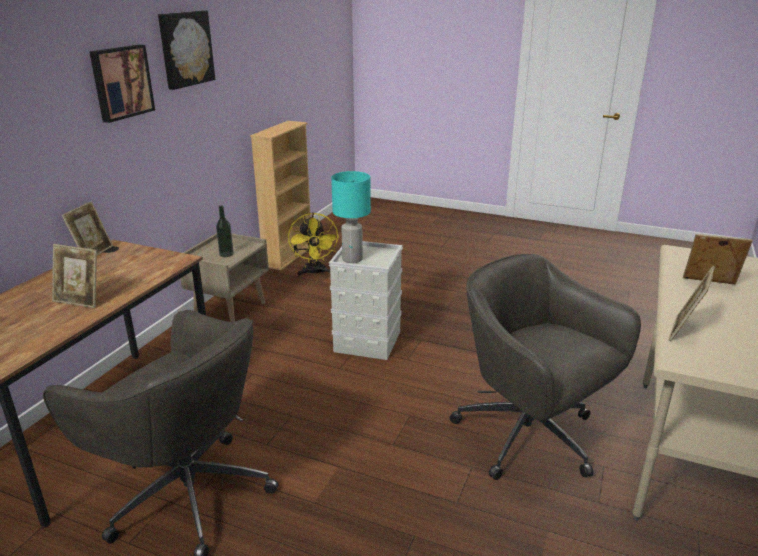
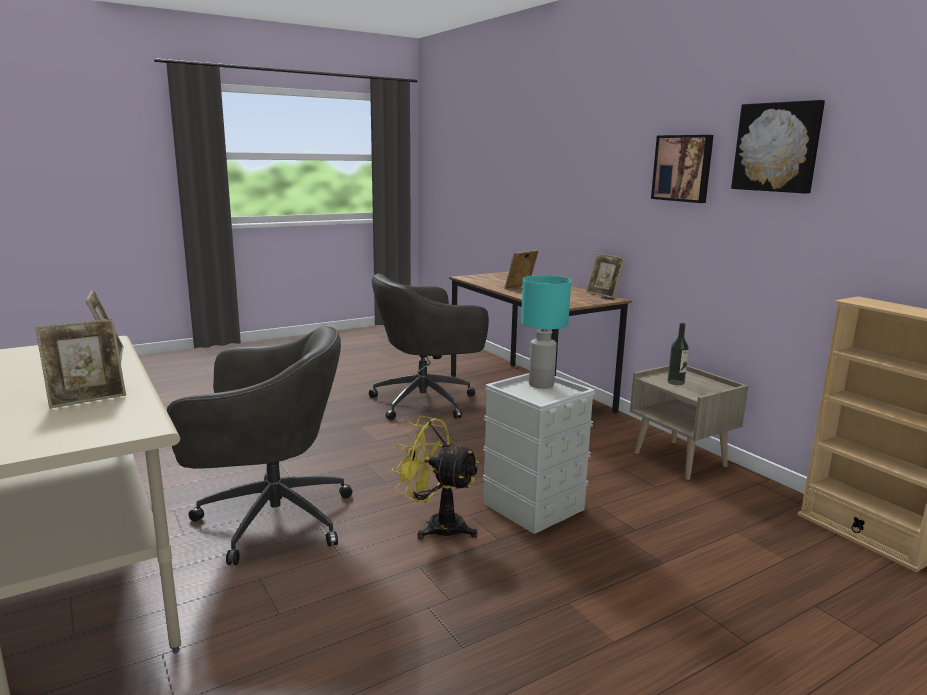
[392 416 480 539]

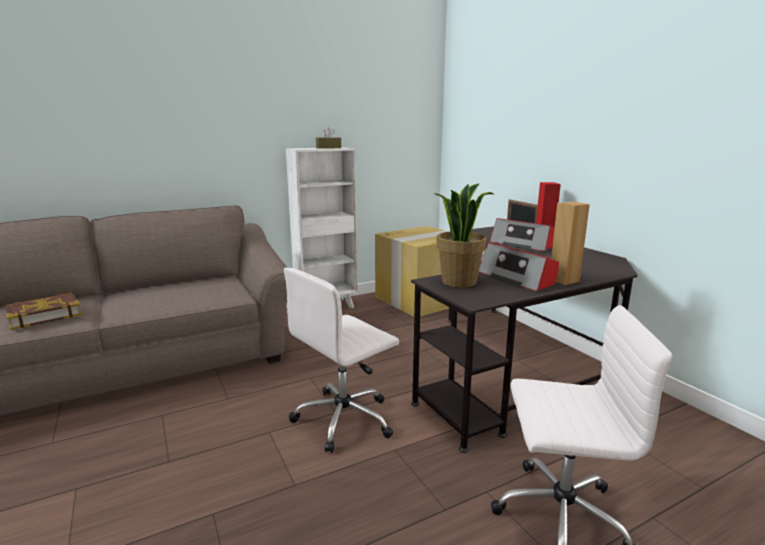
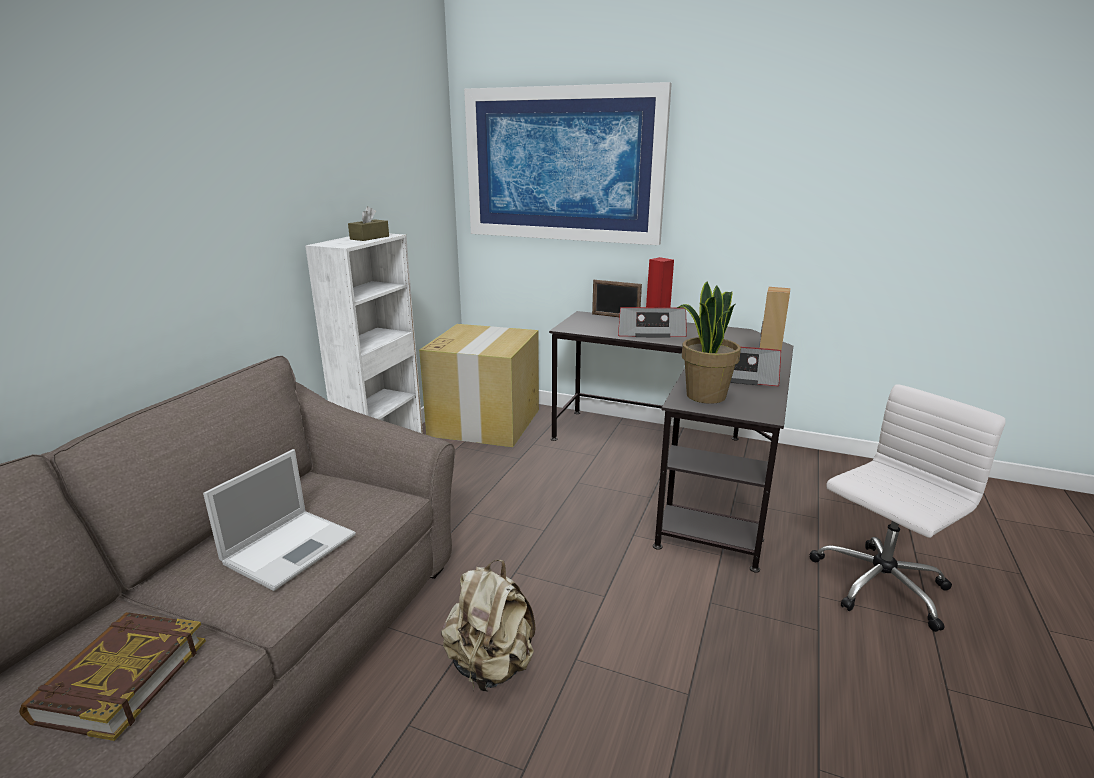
[284 268 399 453] (first image)
[203 449 356 591]
[441 560 536 692]
[464 82 672 245]

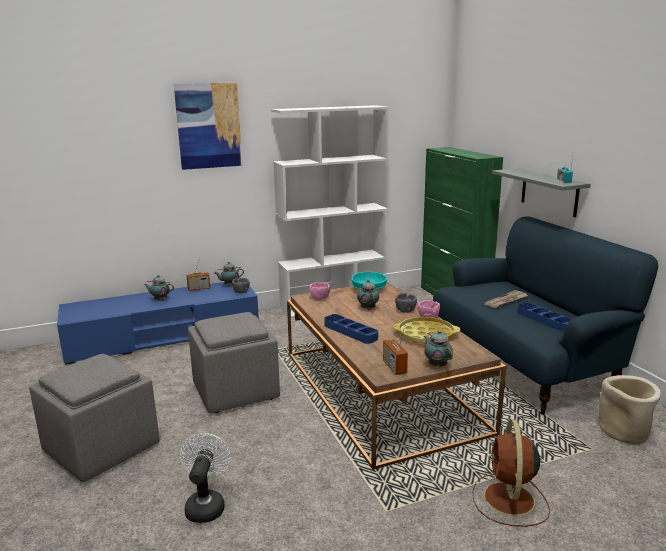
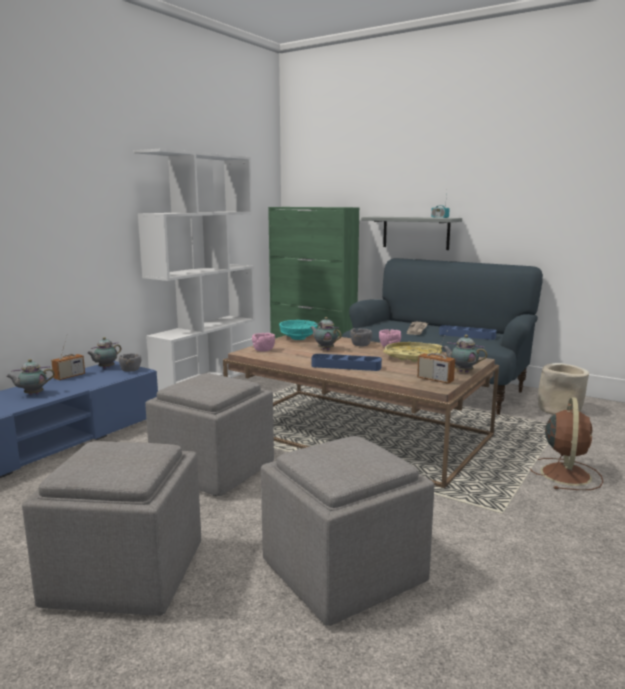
[174 83 242 170] (first image)
[261 436 434 626]
[530 397 603 490]

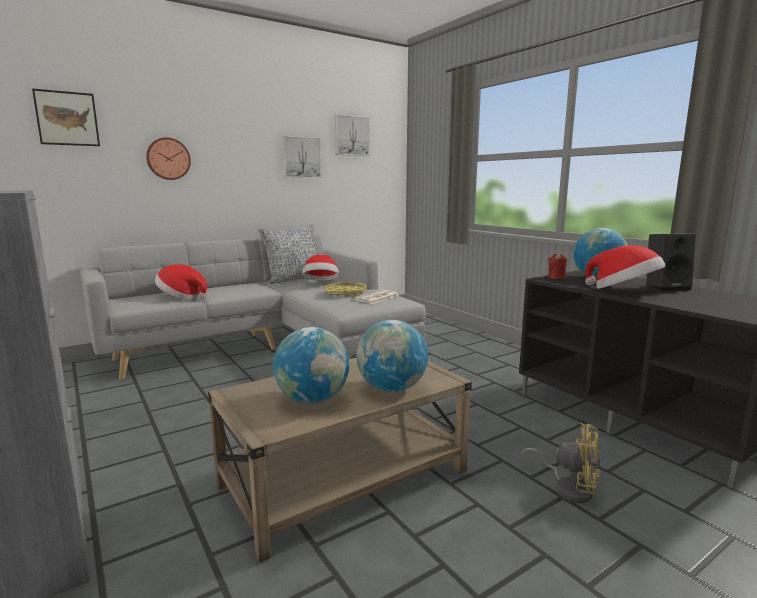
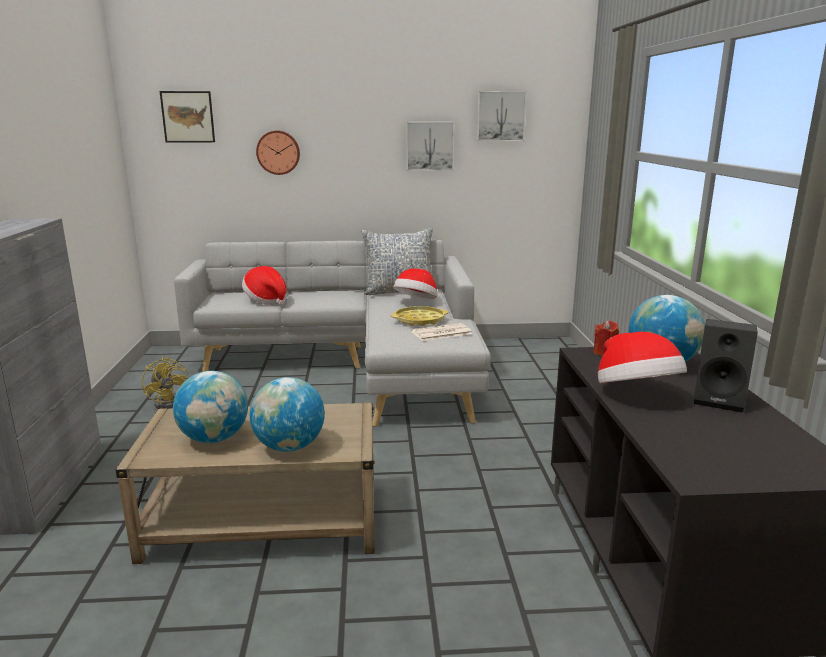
[142 357 188 409]

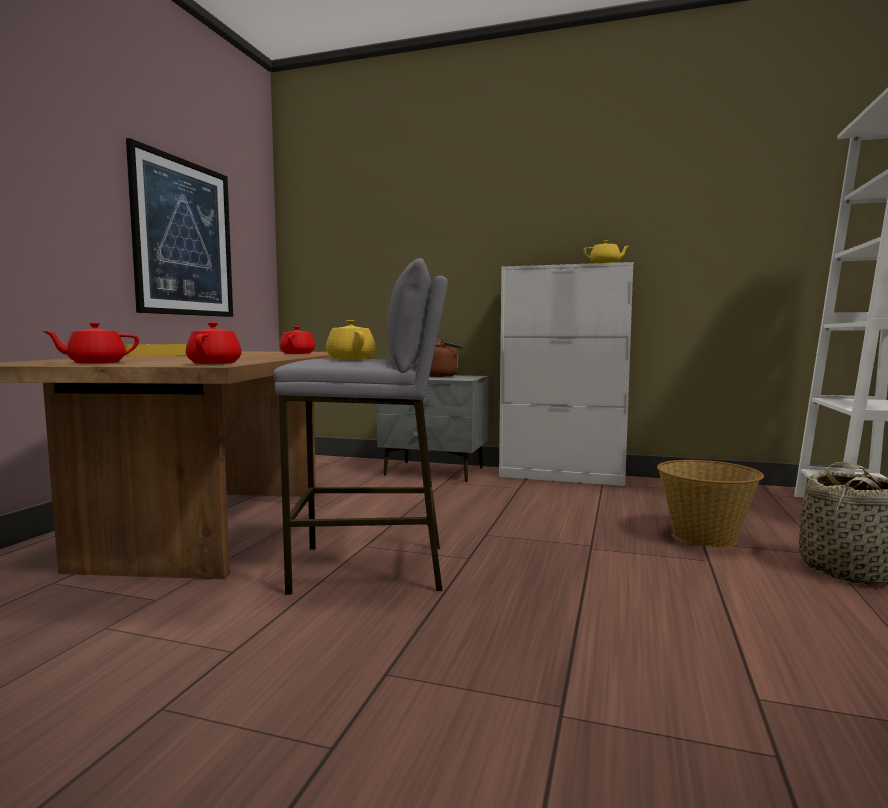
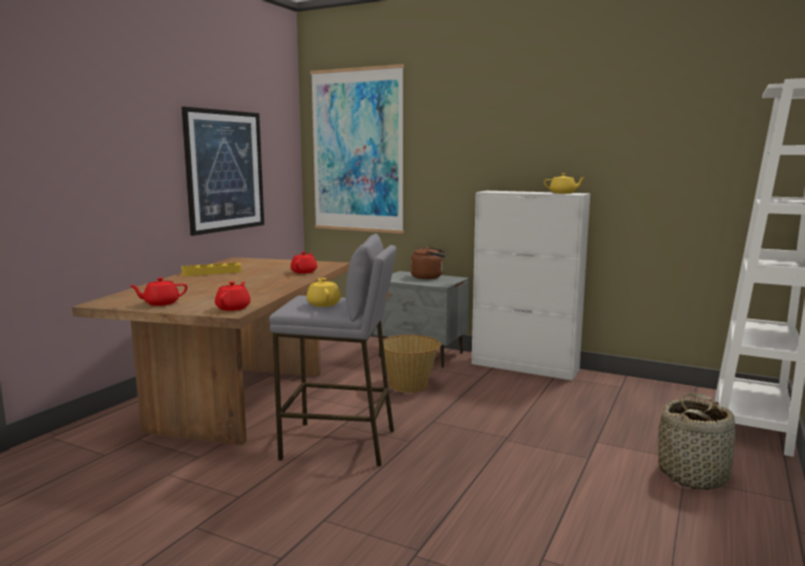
[310 64 404 234]
[378 335 441 393]

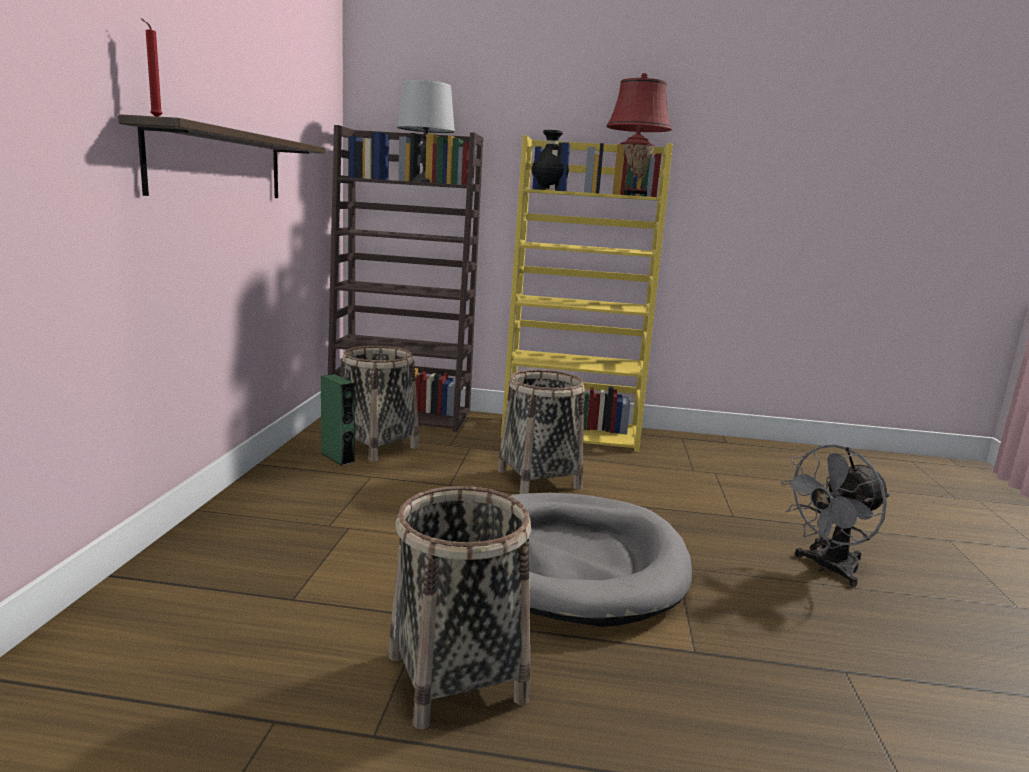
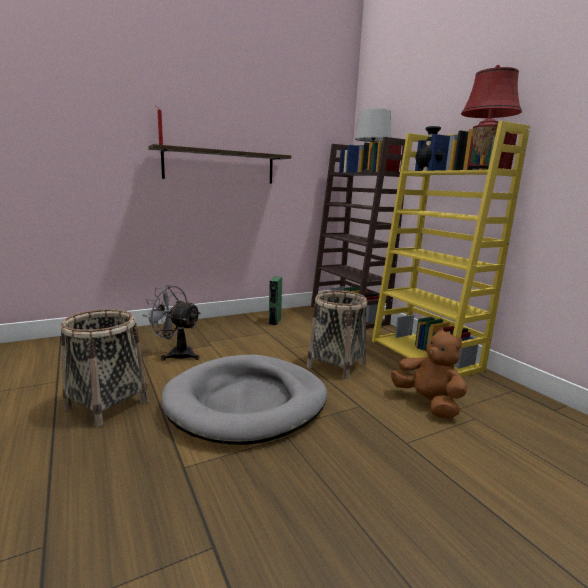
[340 346 419 462] (first image)
[391 327 467 419]
[142 285 201 360]

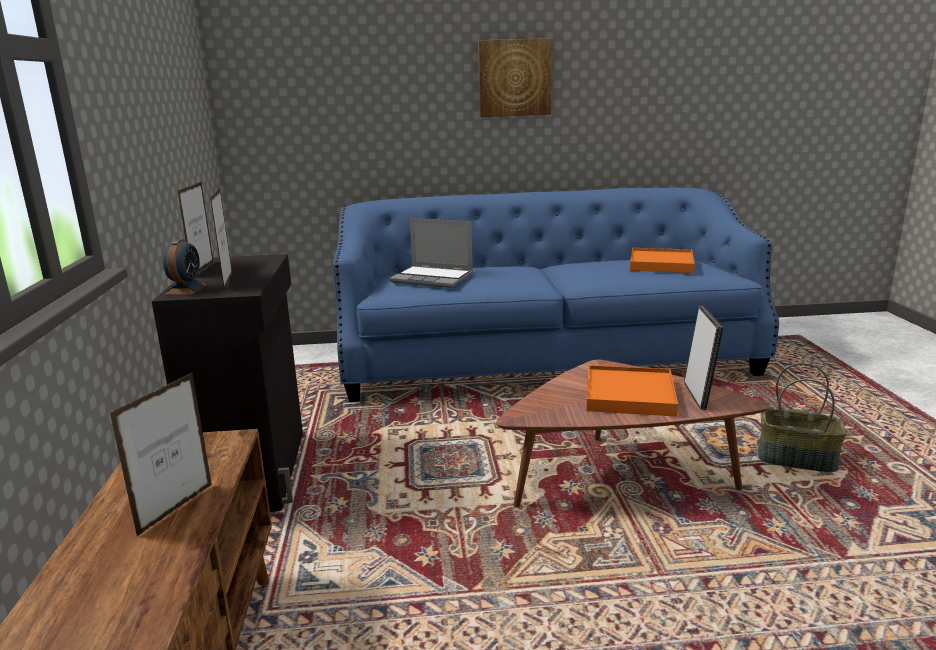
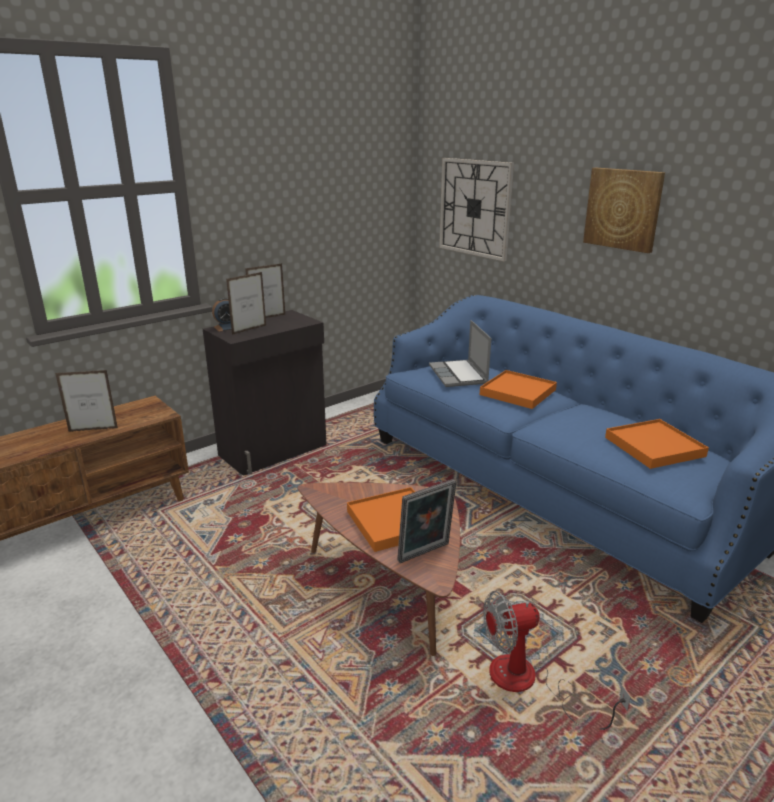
[439 158 514 261]
[480 370 557 409]
[483 591 631 730]

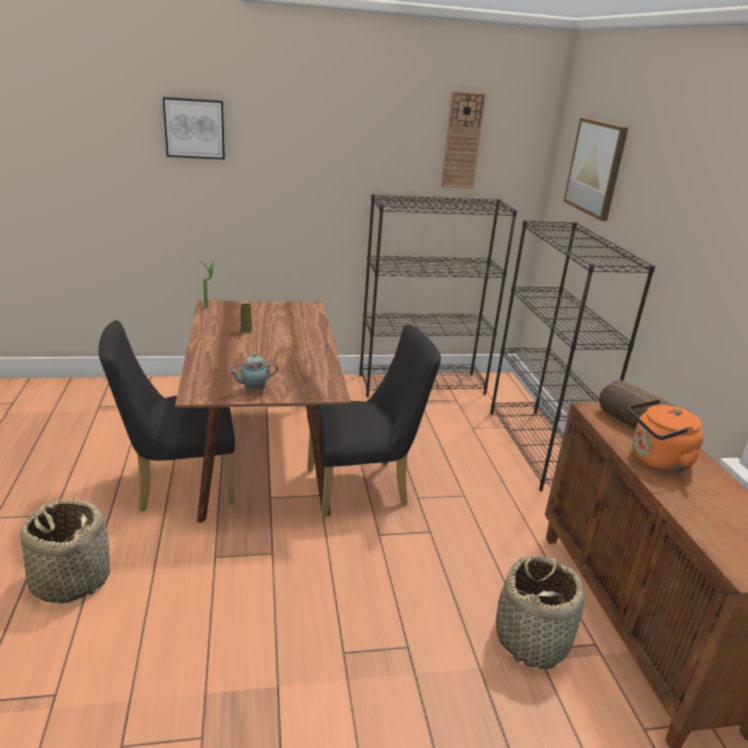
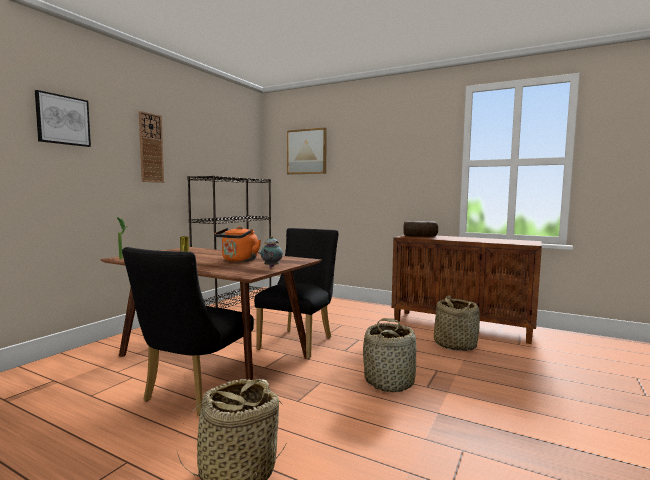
[490 220 655 491] (first image)
[363 318 417 392]
[139 111 164 183]
[215 226 261 262]

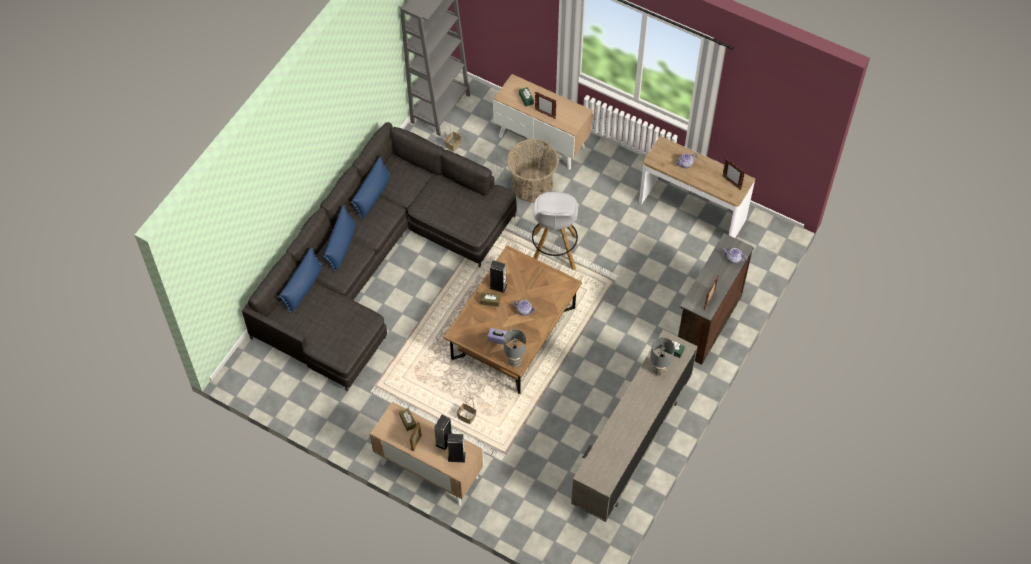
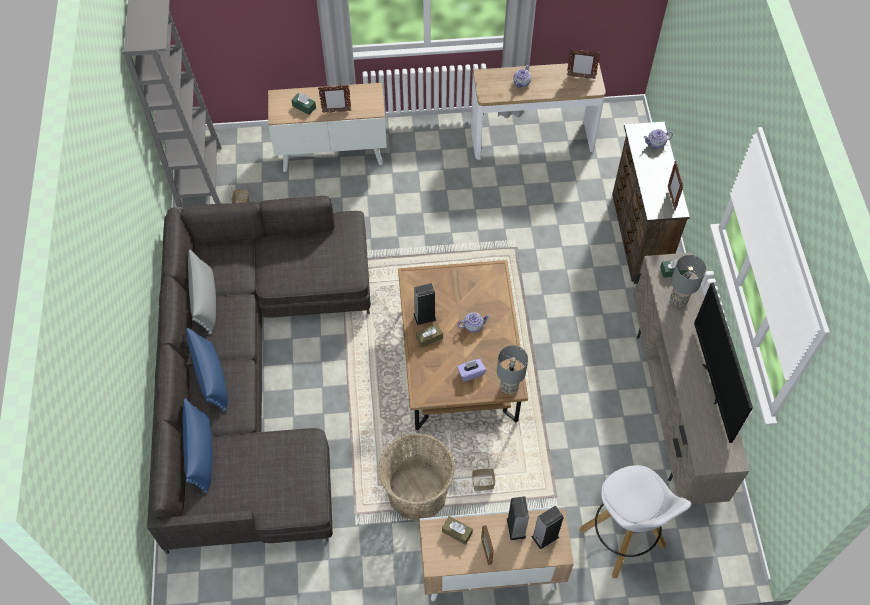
[694 283 753 443]
[378 433 455 521]
[579 465 691 578]
[188 250 216 334]

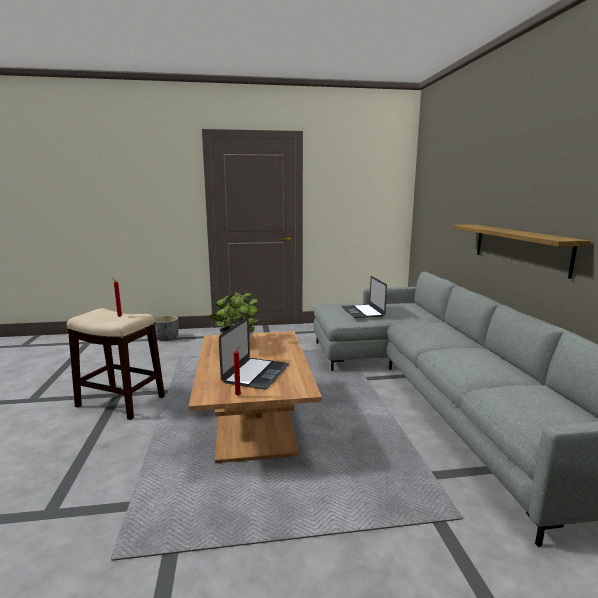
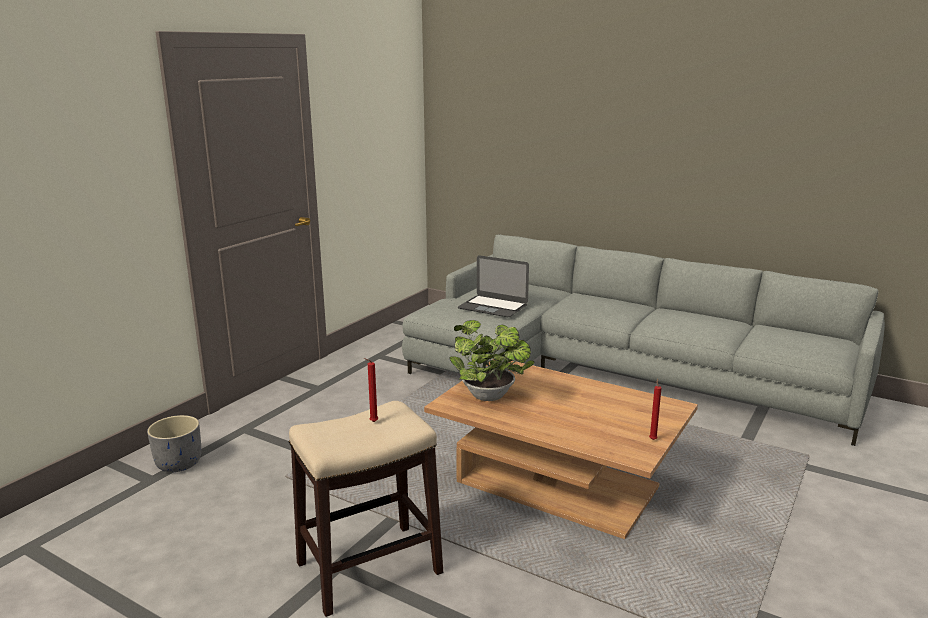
[219 318 289 390] (first image)
[453 224 590 279] (first image)

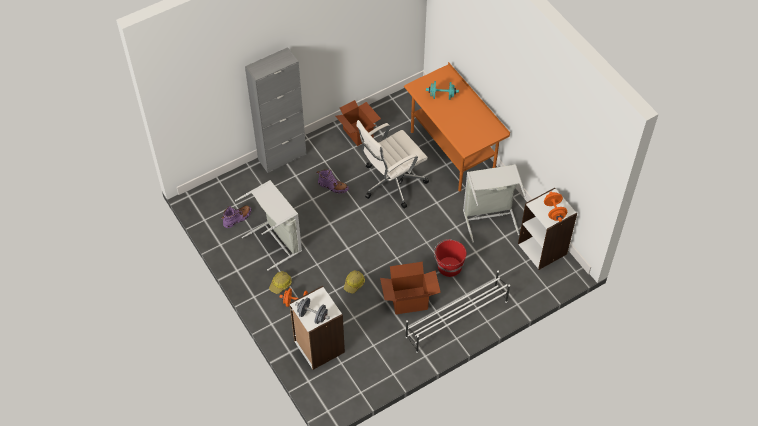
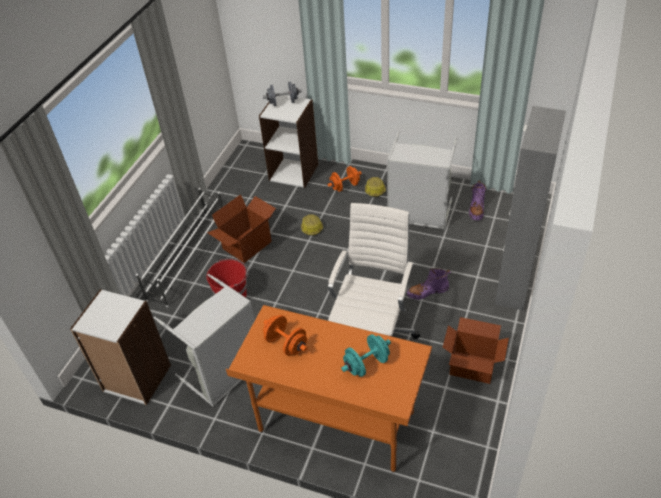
[263 315 307 356]

